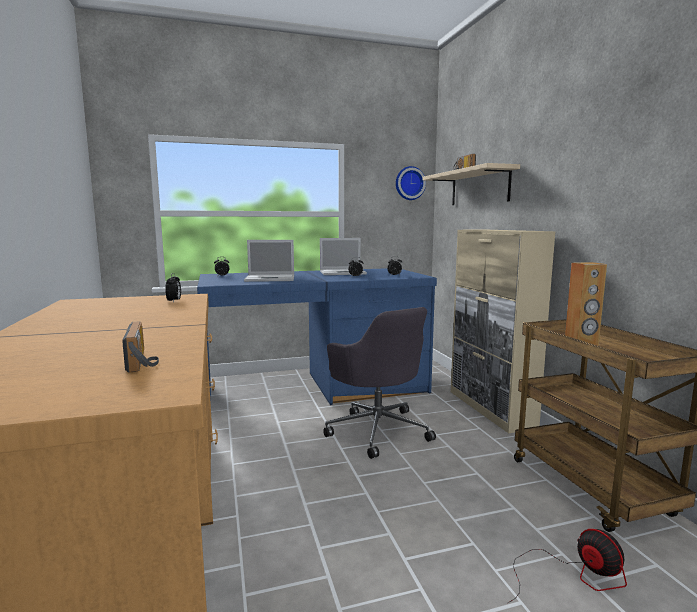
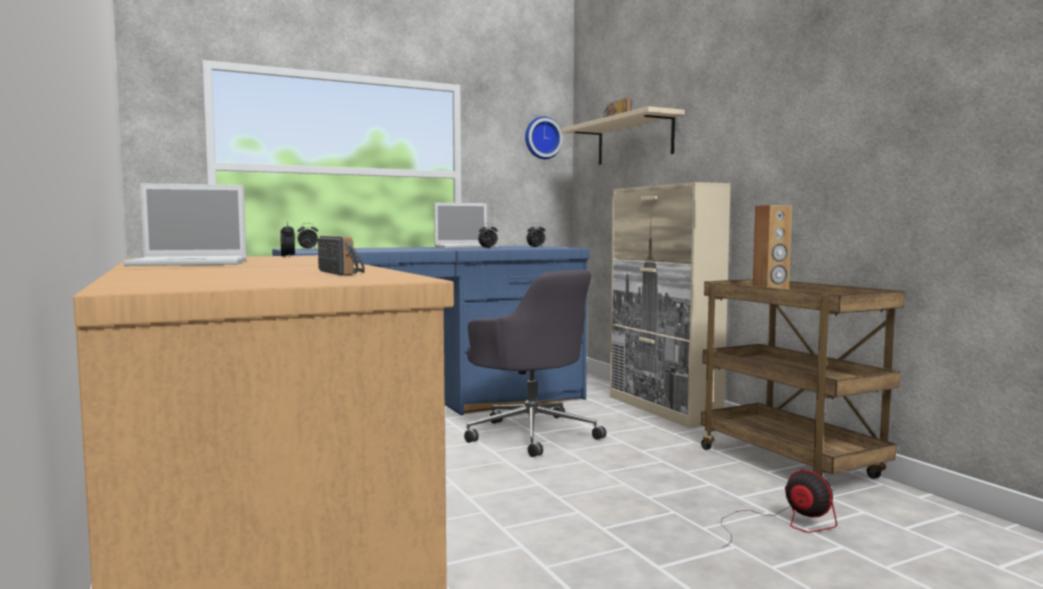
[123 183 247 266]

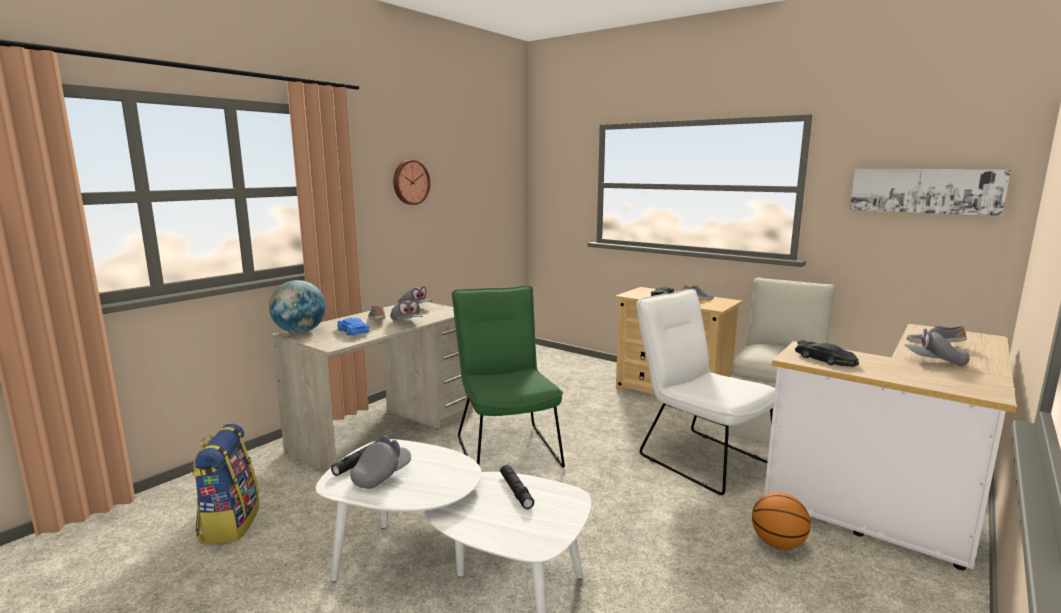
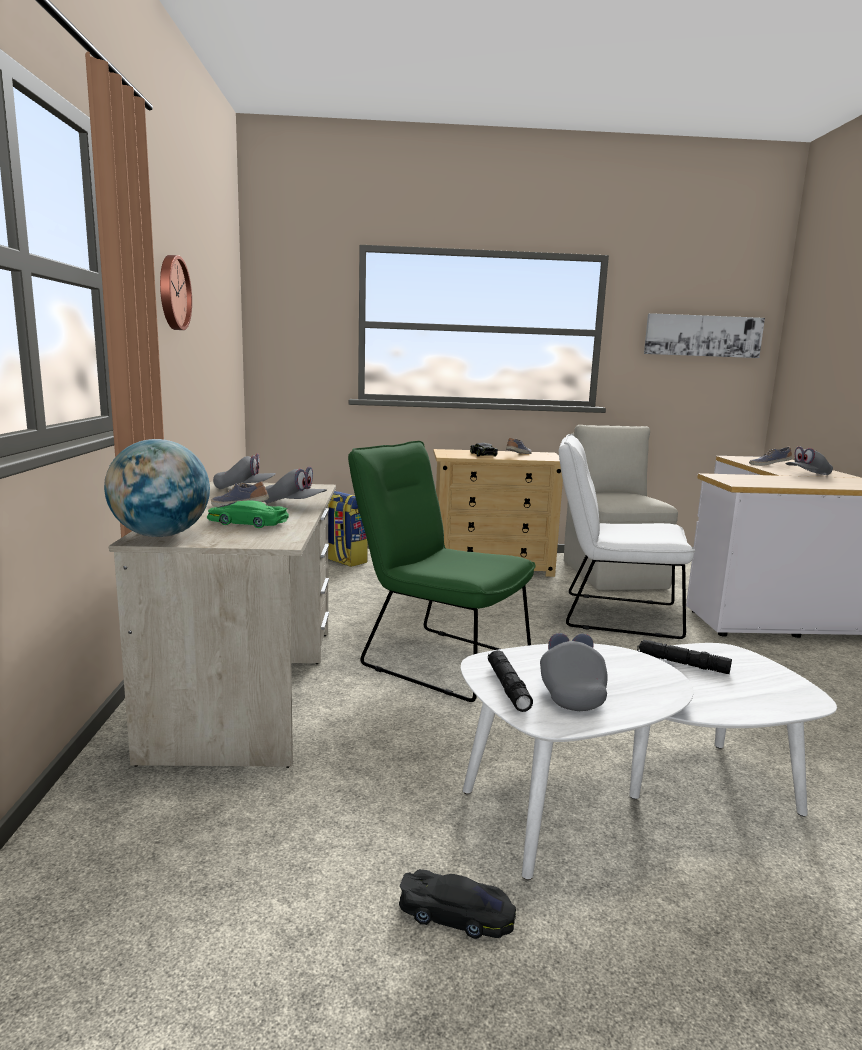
[752 492 810 550] (first image)
[328 491 368 567]
[399 869 516 939]
[207 501 289 528]

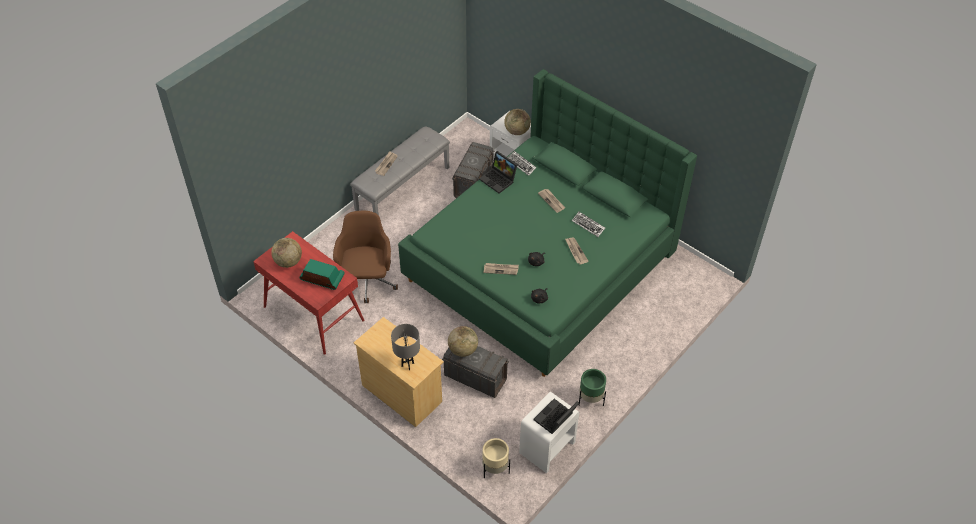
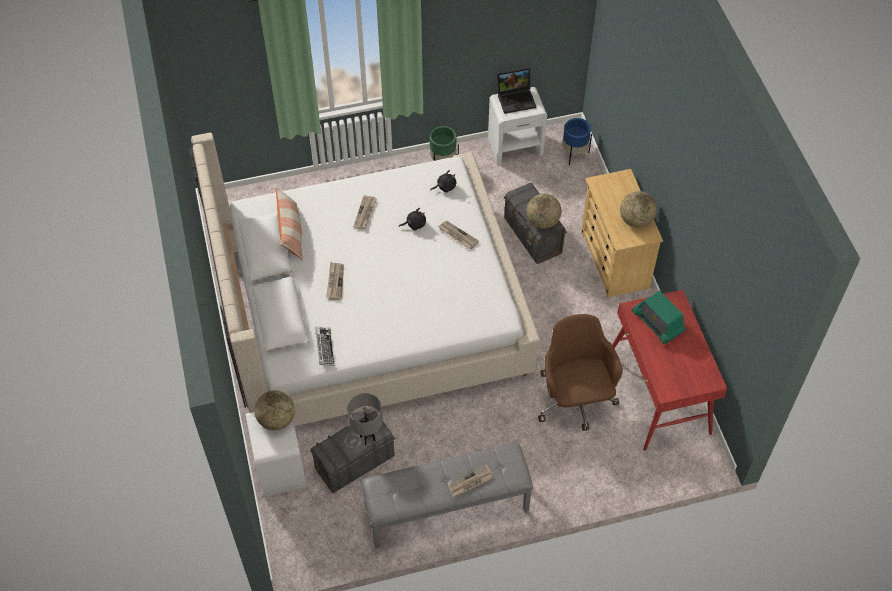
[479 151 517 194] (first image)
[572 212 605 237] (first image)
[275 187 303 261]
[620 191 657 228]
[347 393 383 446]
[190 133 540 426]
[562 118 592 165]
[538 314 623 431]

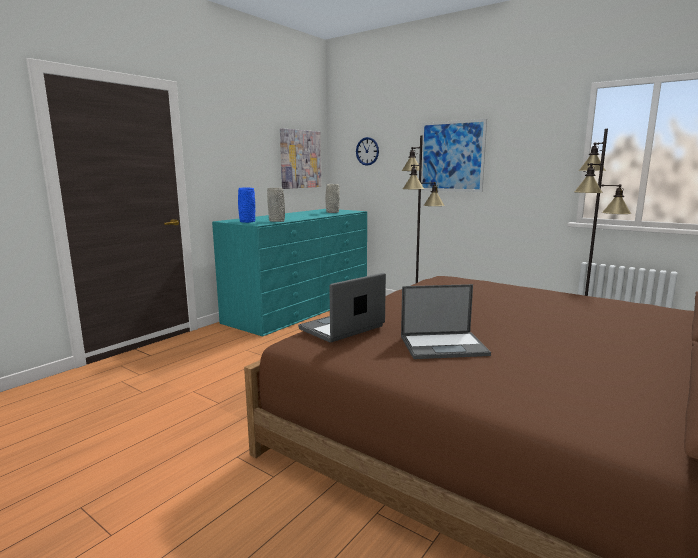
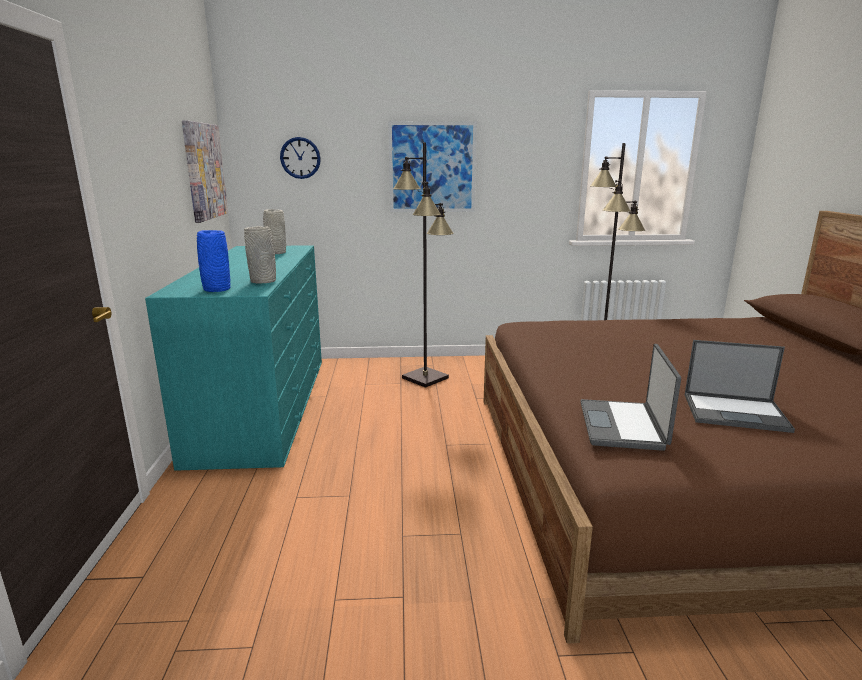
[685 340 795 433]

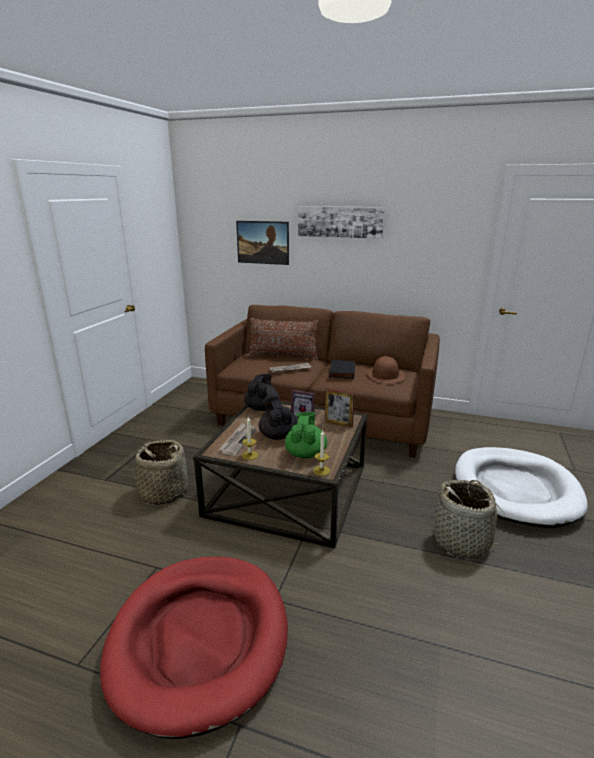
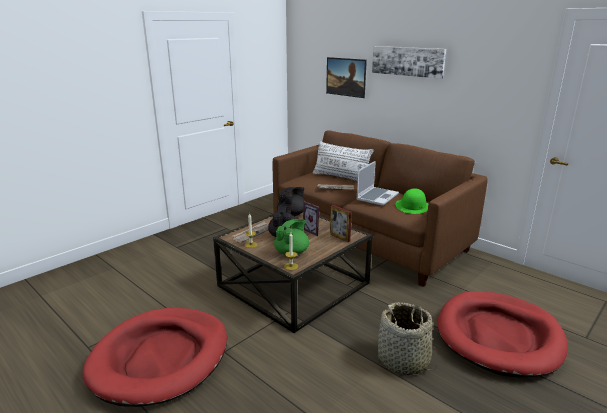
[132 440 190 505] (first image)
[356 161 399 206]
[313 141 374 181]
[395 189 429 214]
[437 291 568 378]

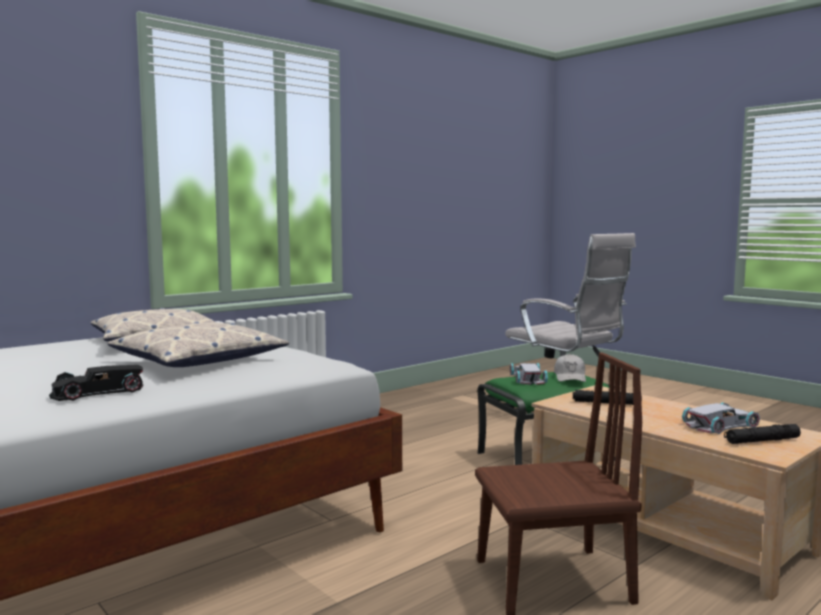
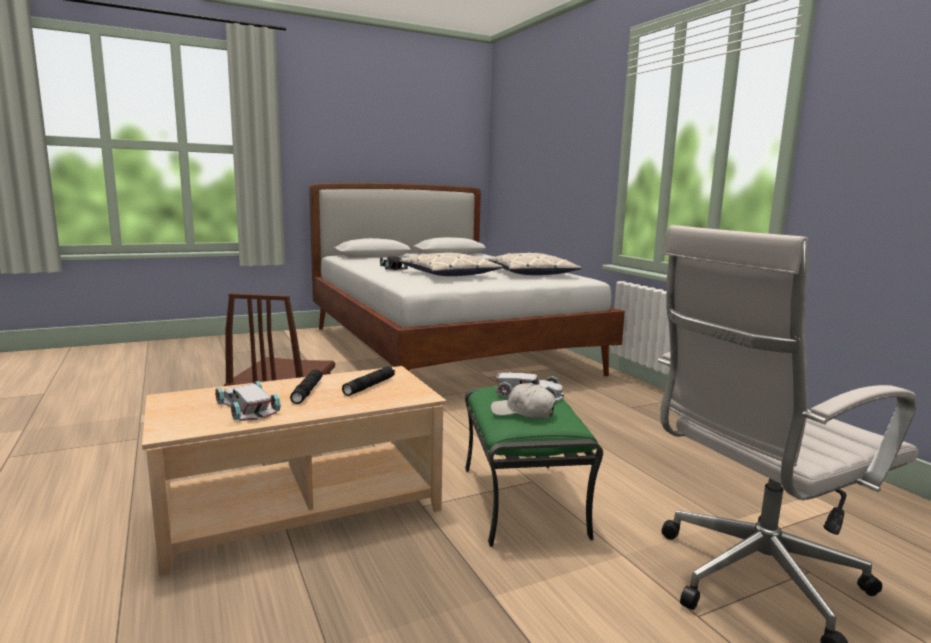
[290 369 323 404]
[215 381 281 421]

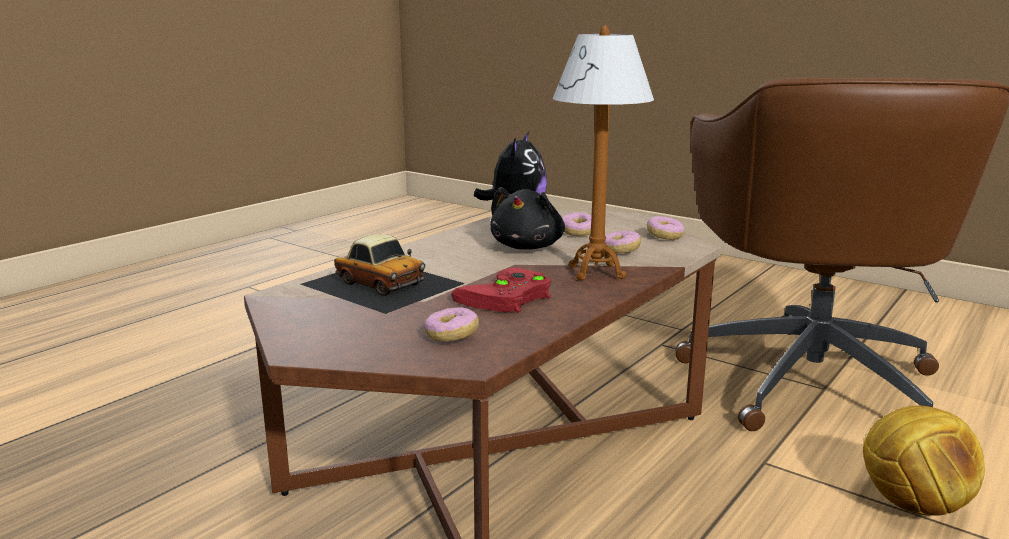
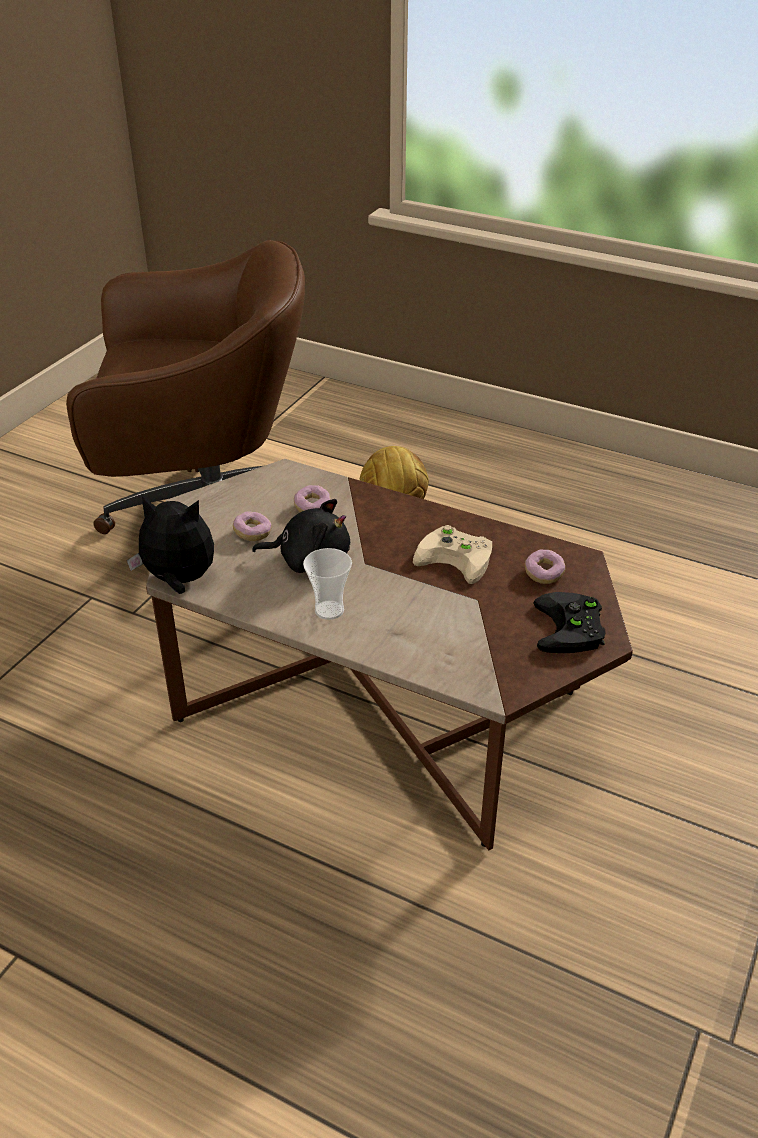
[301 234 465 314] (first image)
[553 26 654 280] (first image)
[647 216 685 240] (first image)
[303 548 352 620]
[534 592 606 653]
[413 525 492 584]

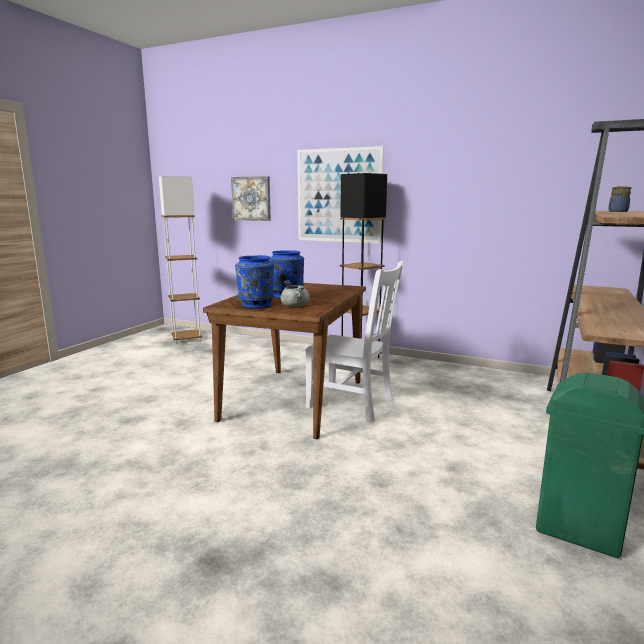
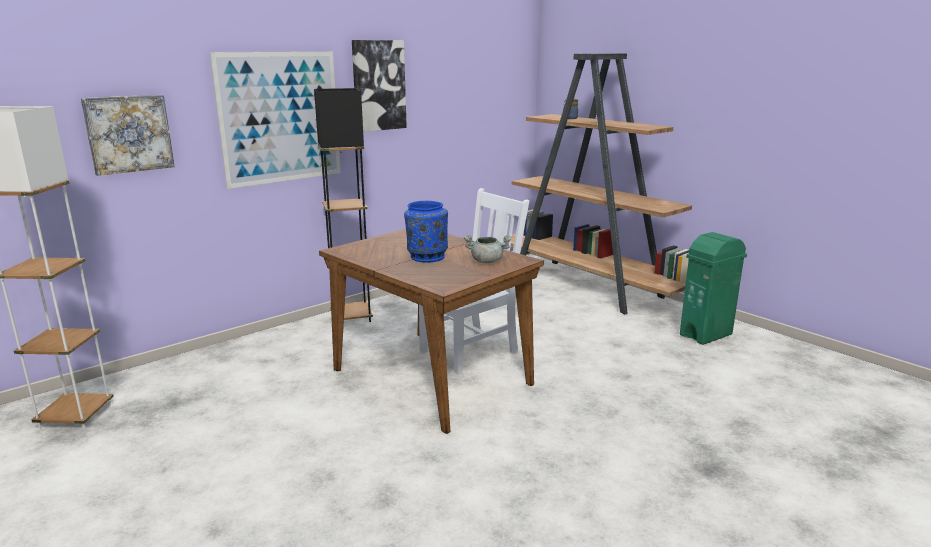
[235 255 274 308] (first image)
[352 40 407 132]

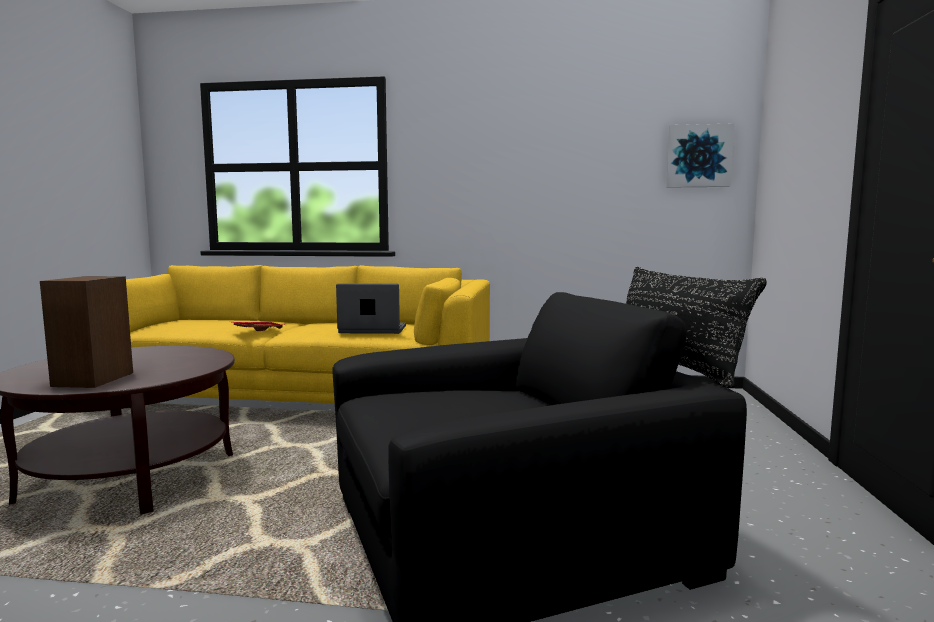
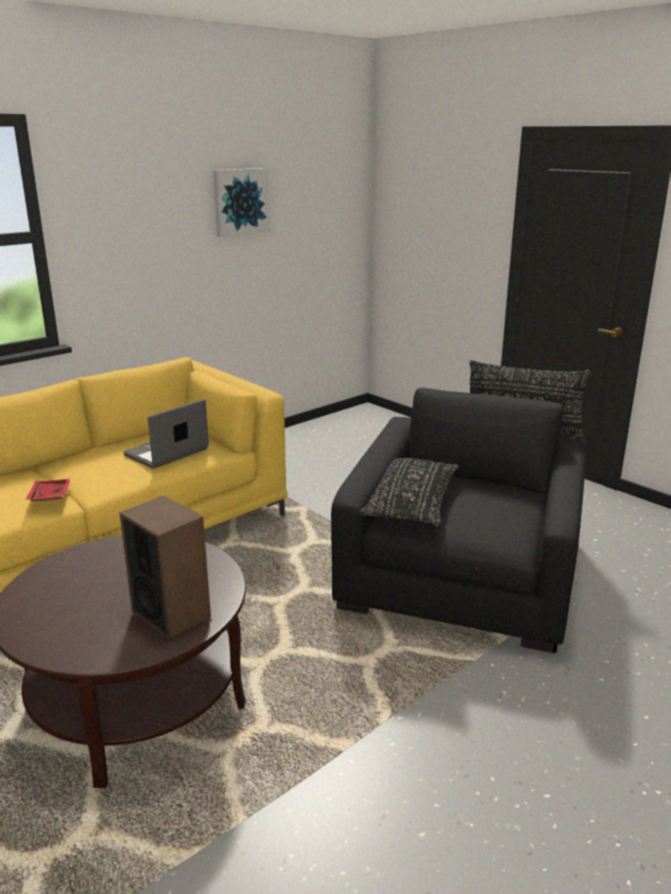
[360 458 458 526]
[213 168 270 237]

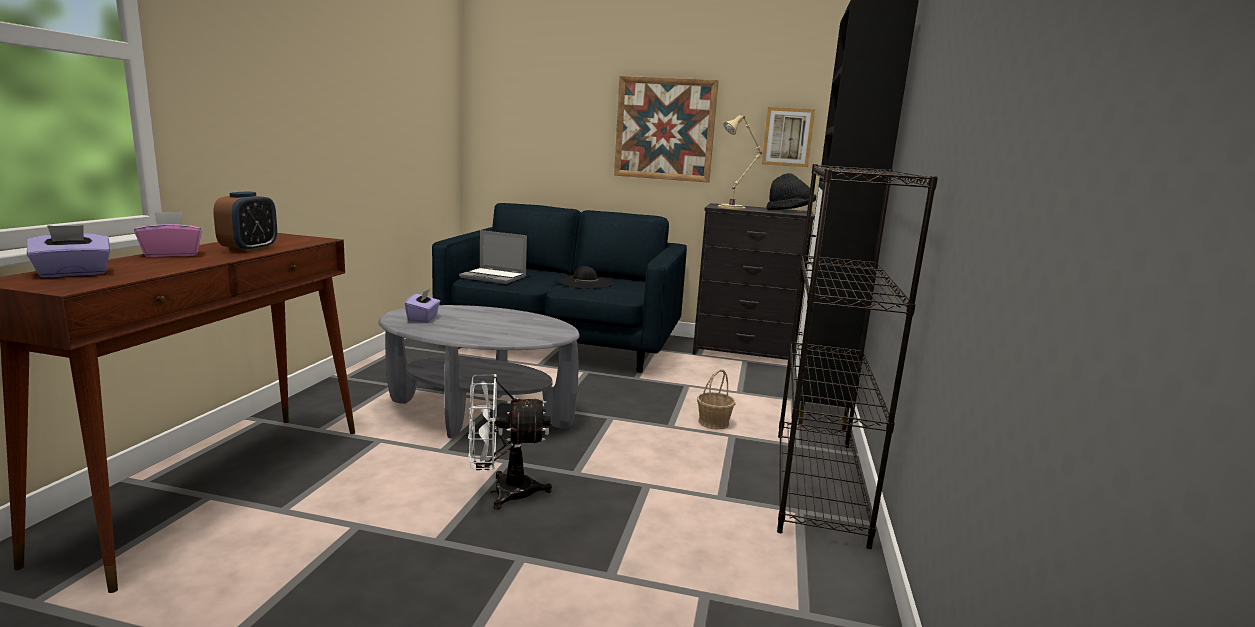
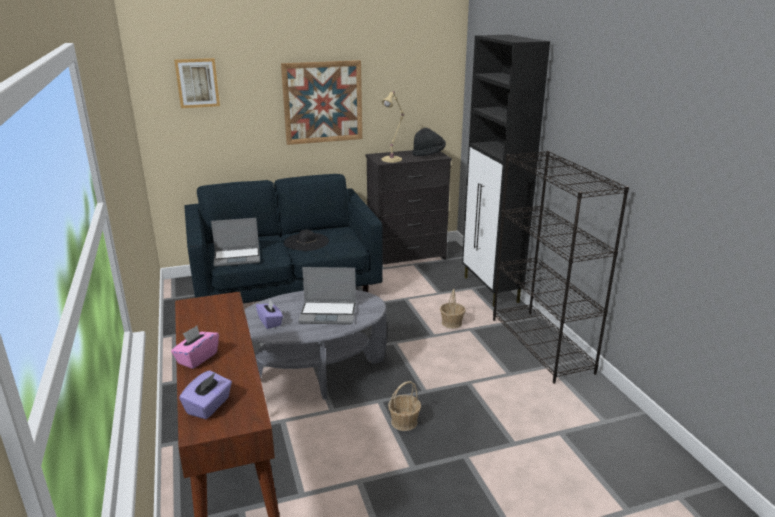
[213 191 277 252] (first image)
[298 267 356 325]
[174 58 220 108]
[388 381 421 431]

